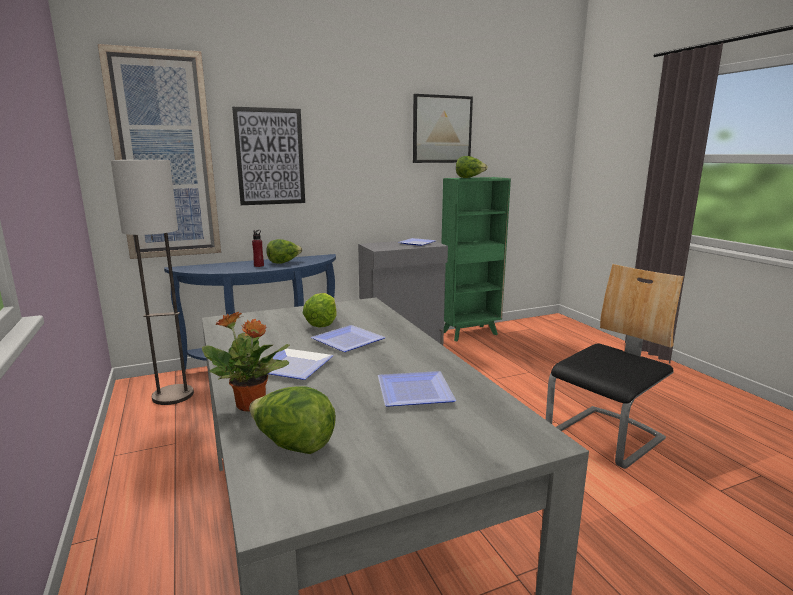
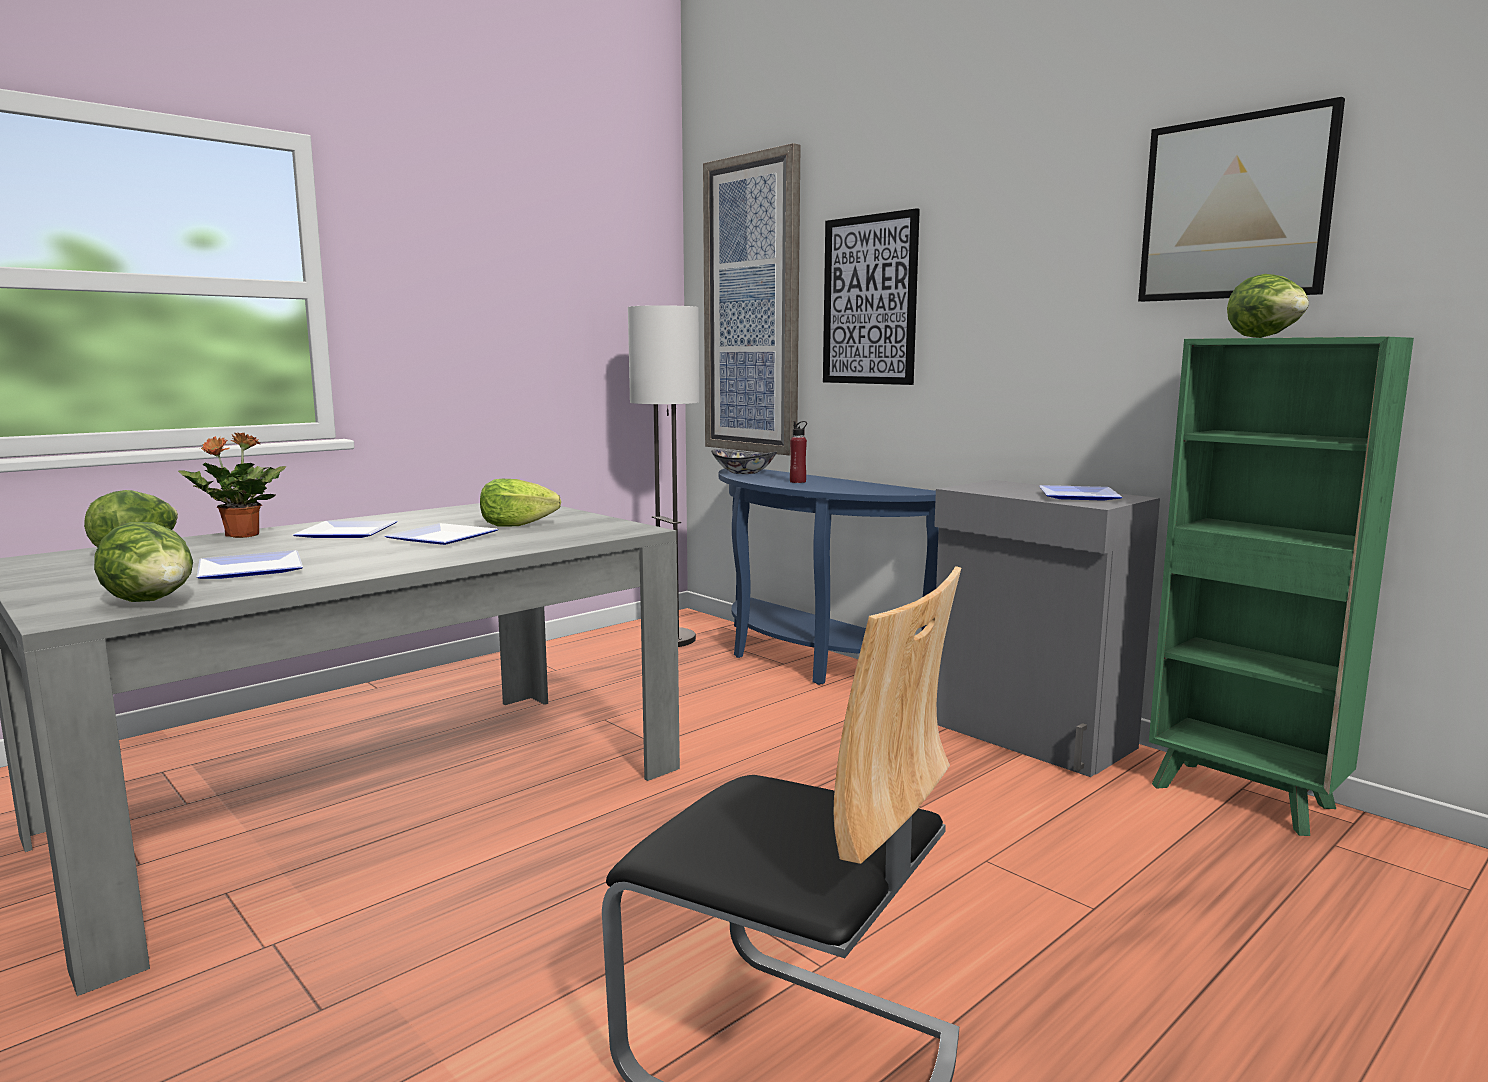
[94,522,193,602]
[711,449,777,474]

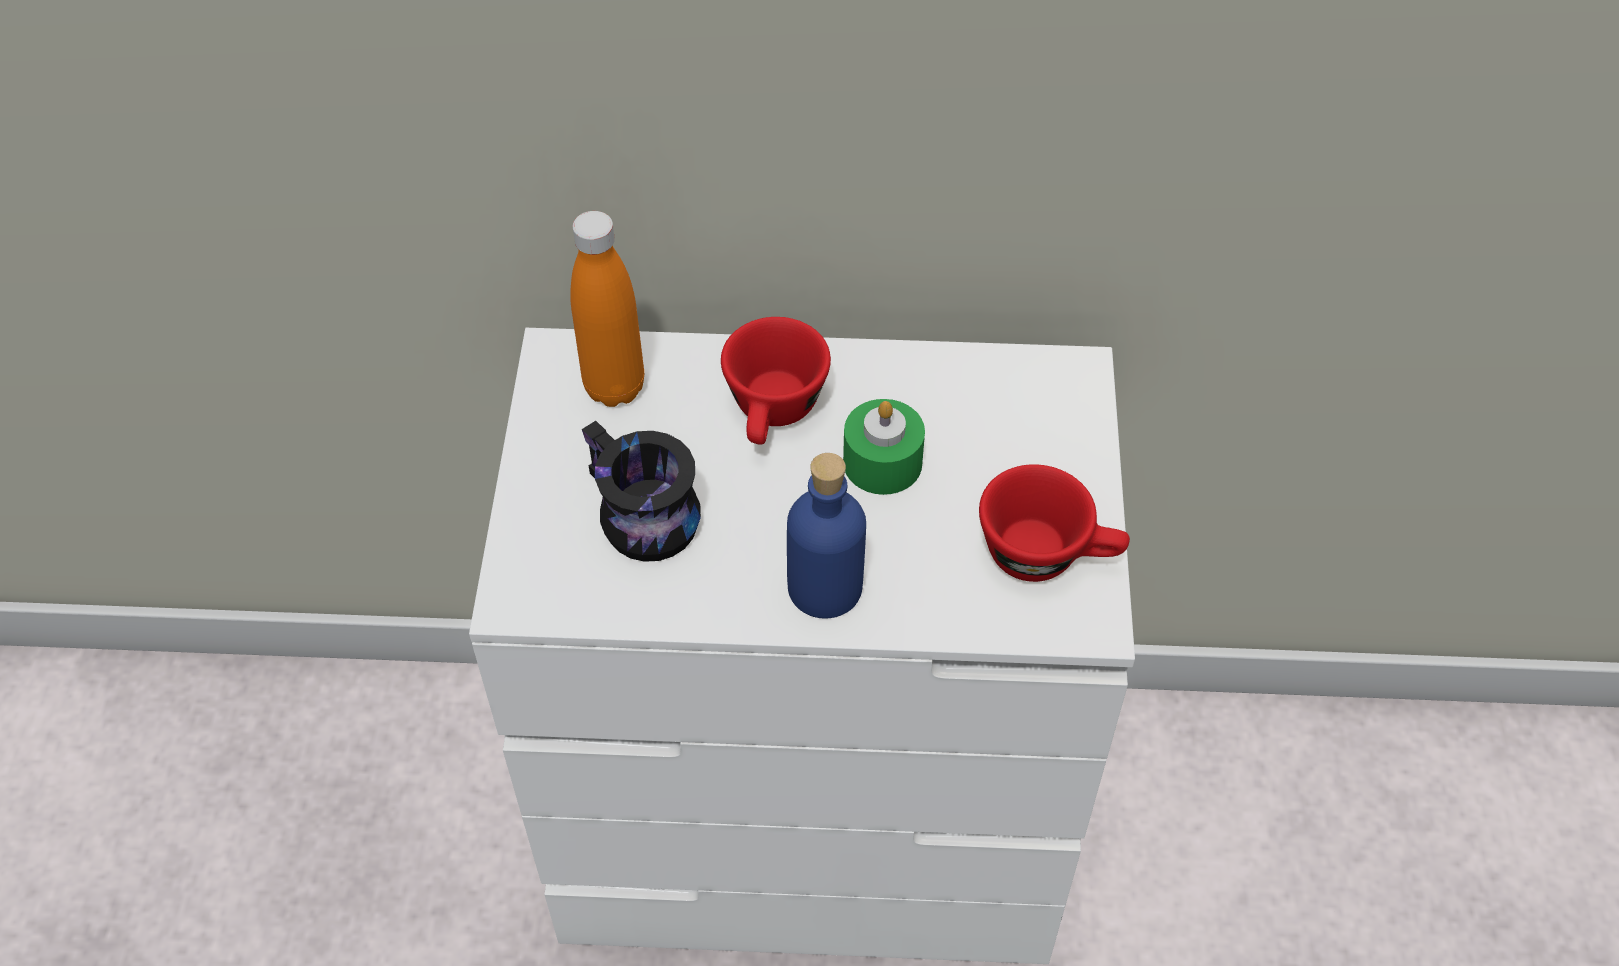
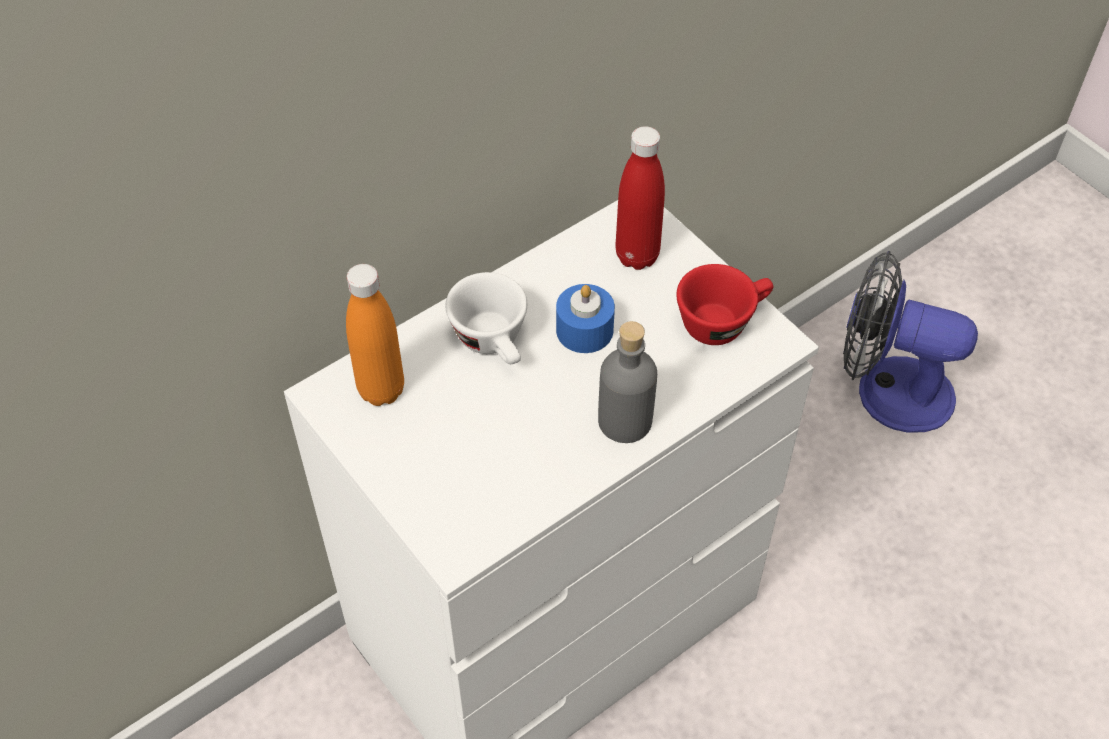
[582,421,701,562] (first image)
[445,272,527,364]
[598,321,657,443]
[556,284,615,353]
[615,126,665,270]
[843,251,978,433]

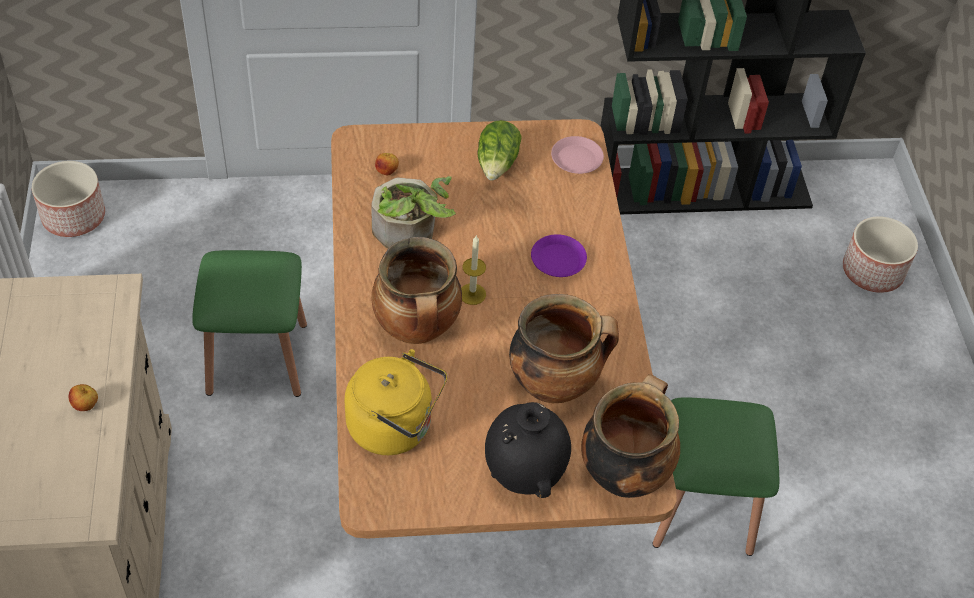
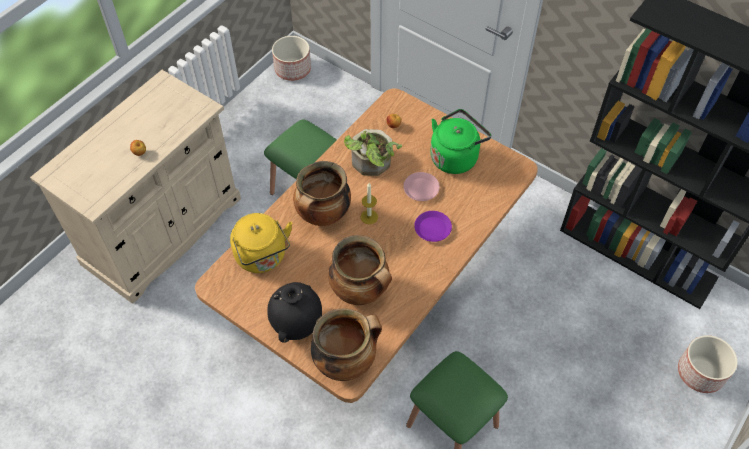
[430,109,491,174]
[403,172,440,201]

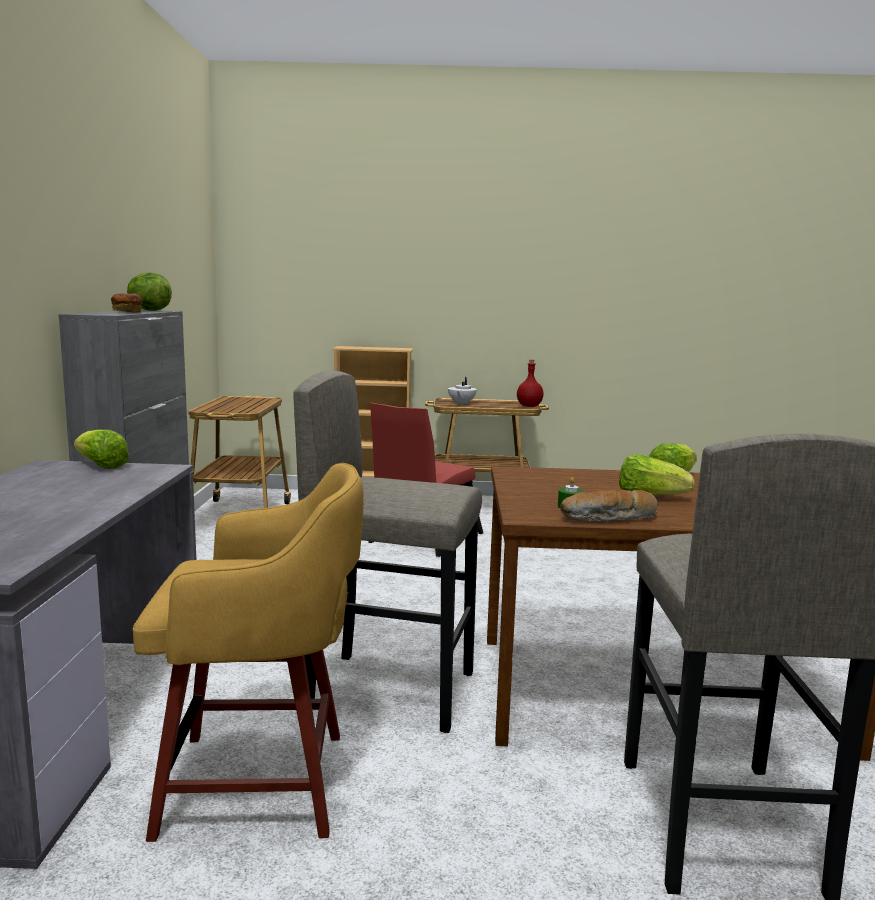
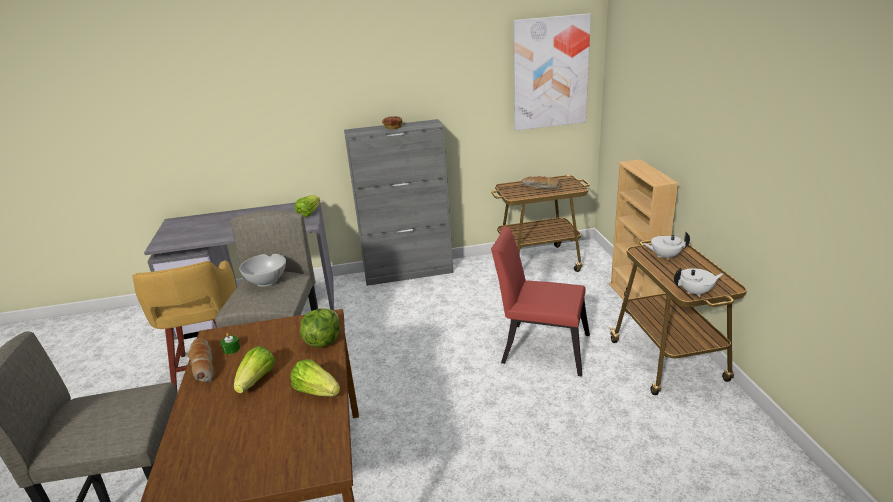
[300,309,340,347]
[674,268,723,297]
[239,254,286,287]
[513,13,591,130]
[522,176,561,189]

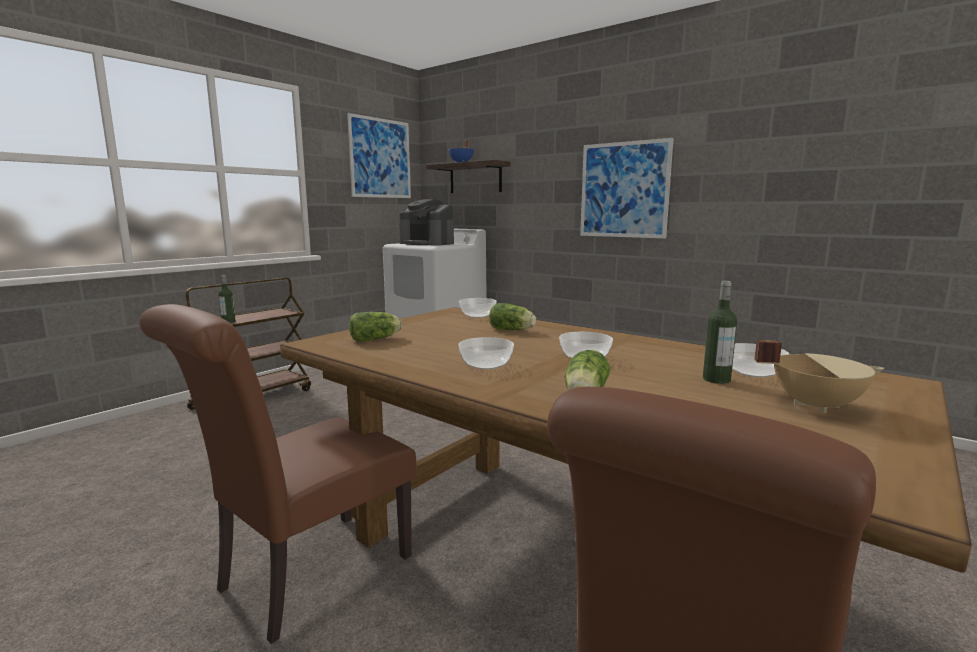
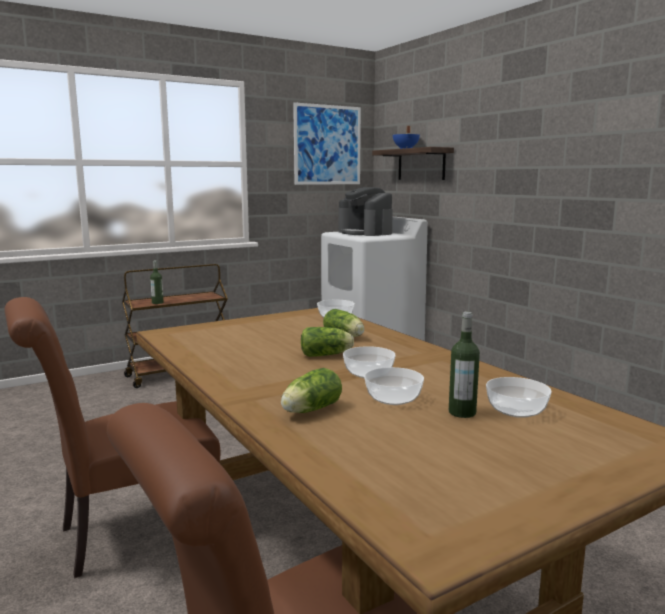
[301,327,354,357]
[364,367,424,405]
[580,138,674,238] (first image)
[754,340,884,413] (first image)

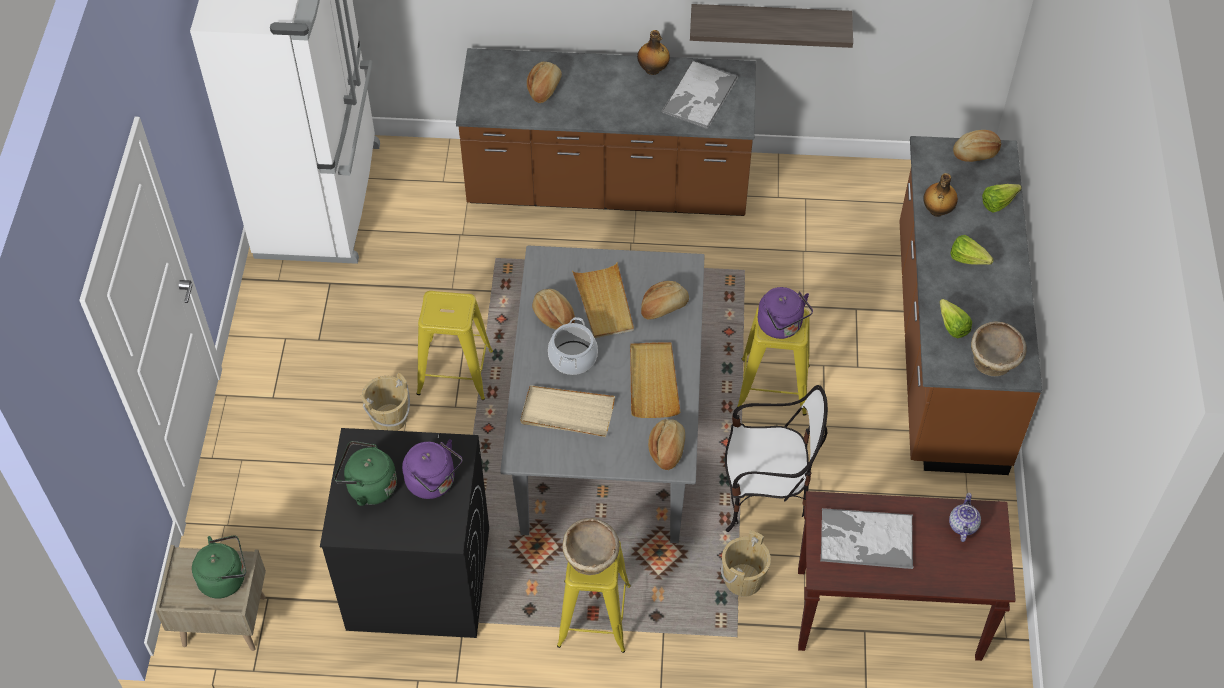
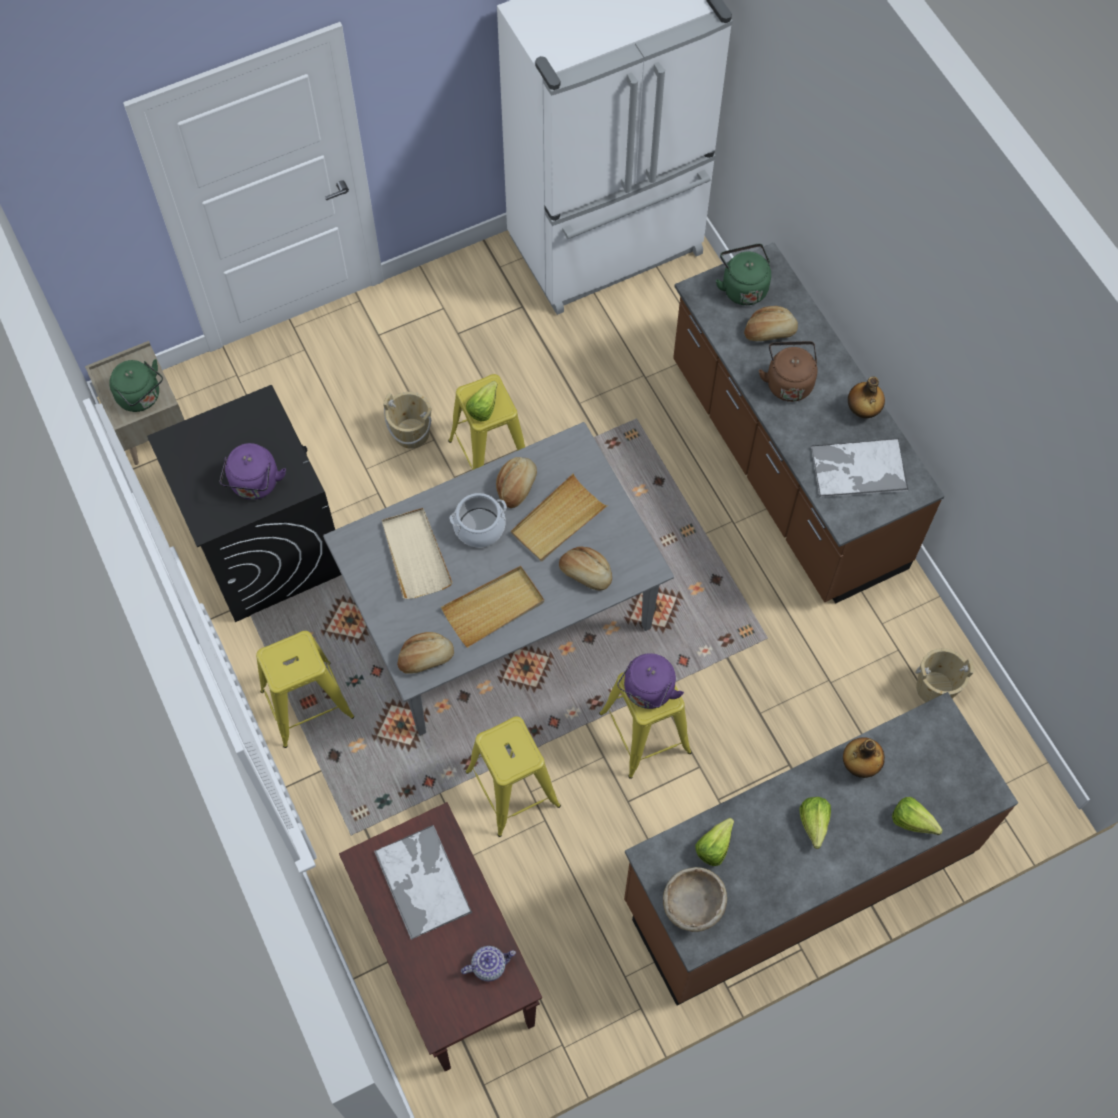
[716,244,771,305]
[562,518,620,575] (first image)
[690,4,853,48] (first image)
[915,648,974,702]
[466,717,561,837]
[953,130,1001,162] (first image)
[466,381,498,421]
[759,341,817,402]

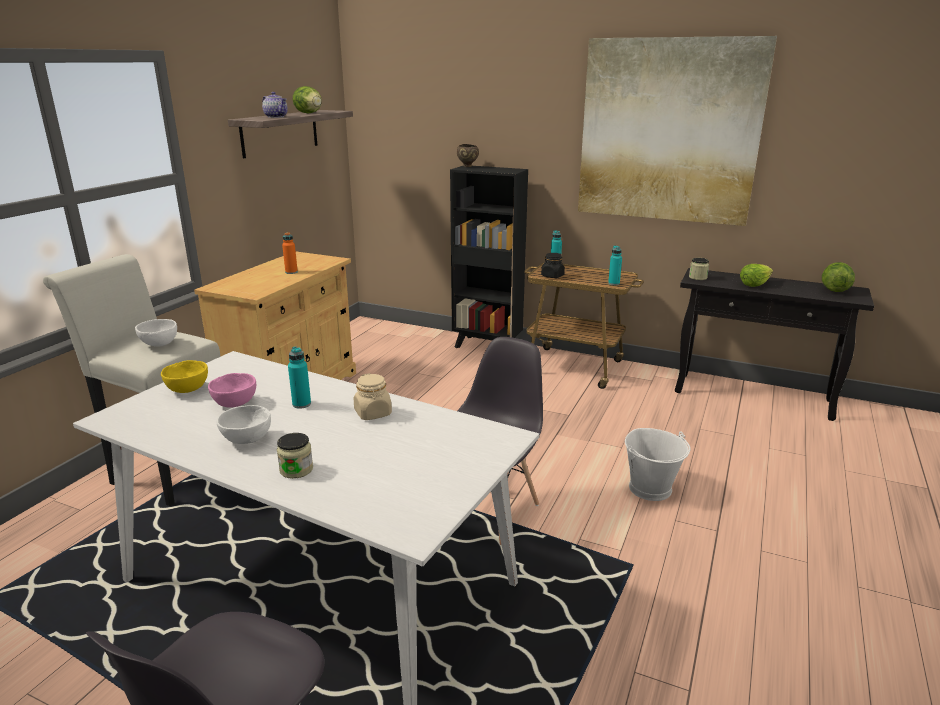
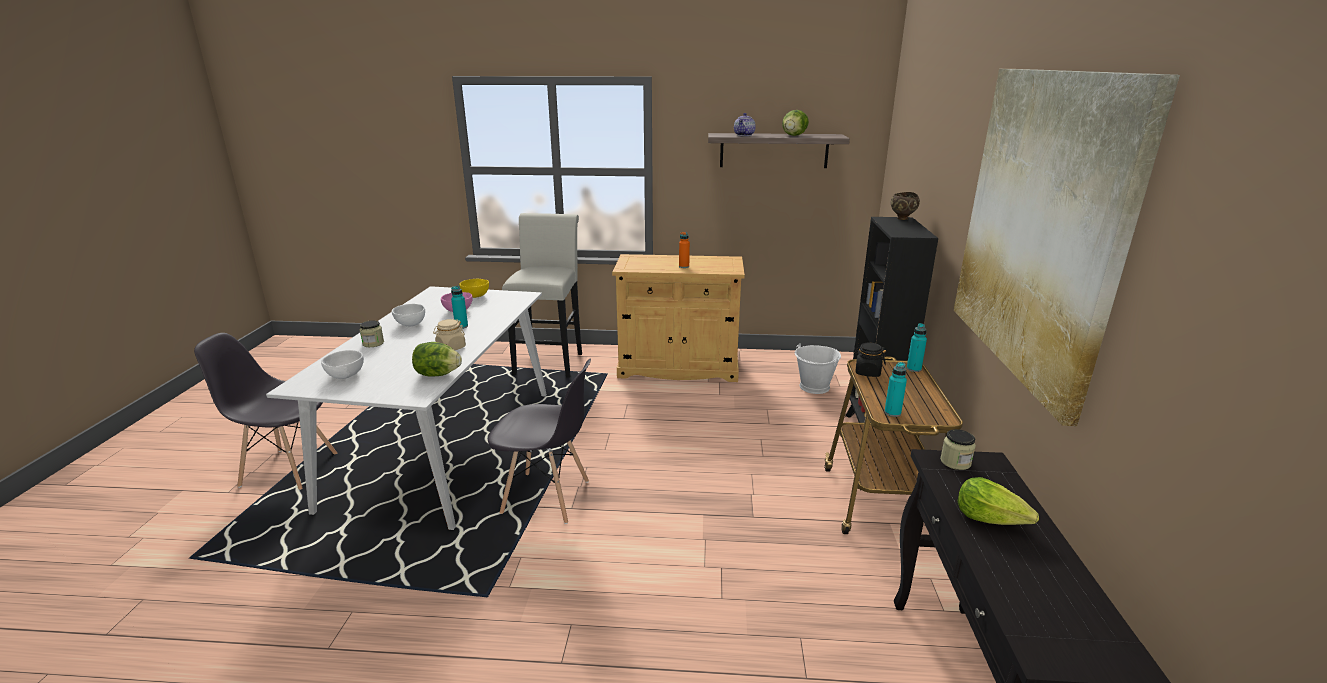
[321,350,364,379]
[795,343,841,394]
[412,342,462,377]

